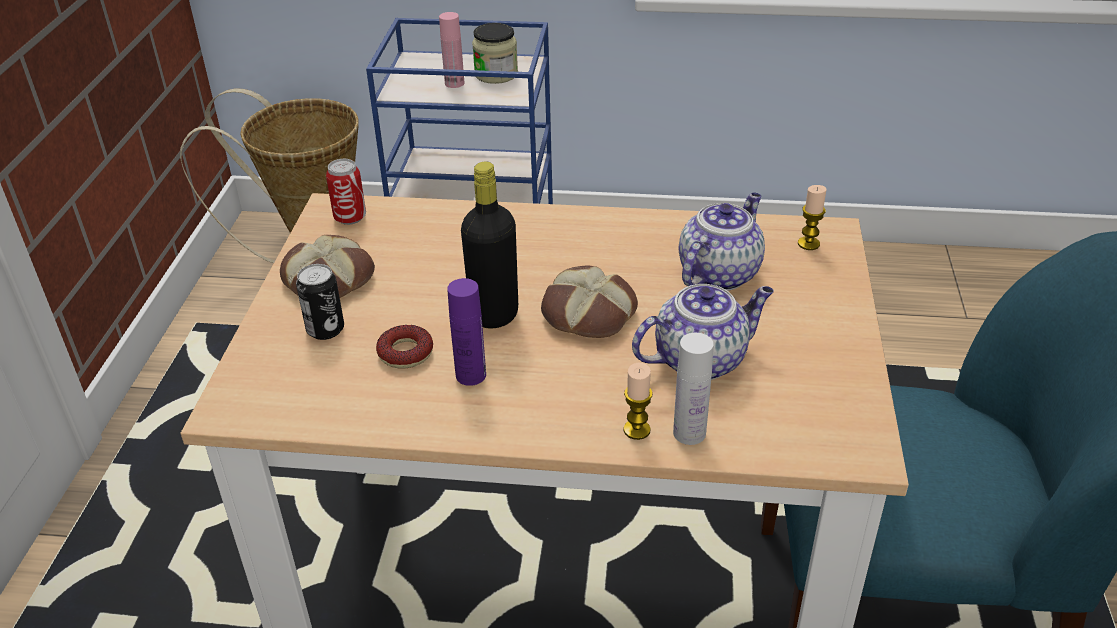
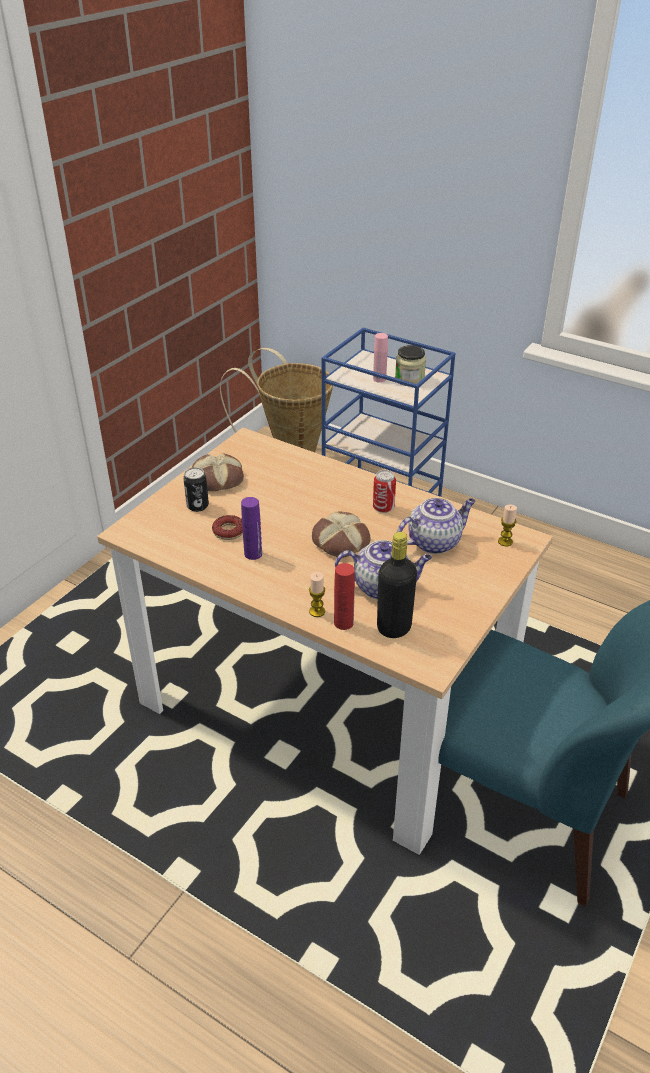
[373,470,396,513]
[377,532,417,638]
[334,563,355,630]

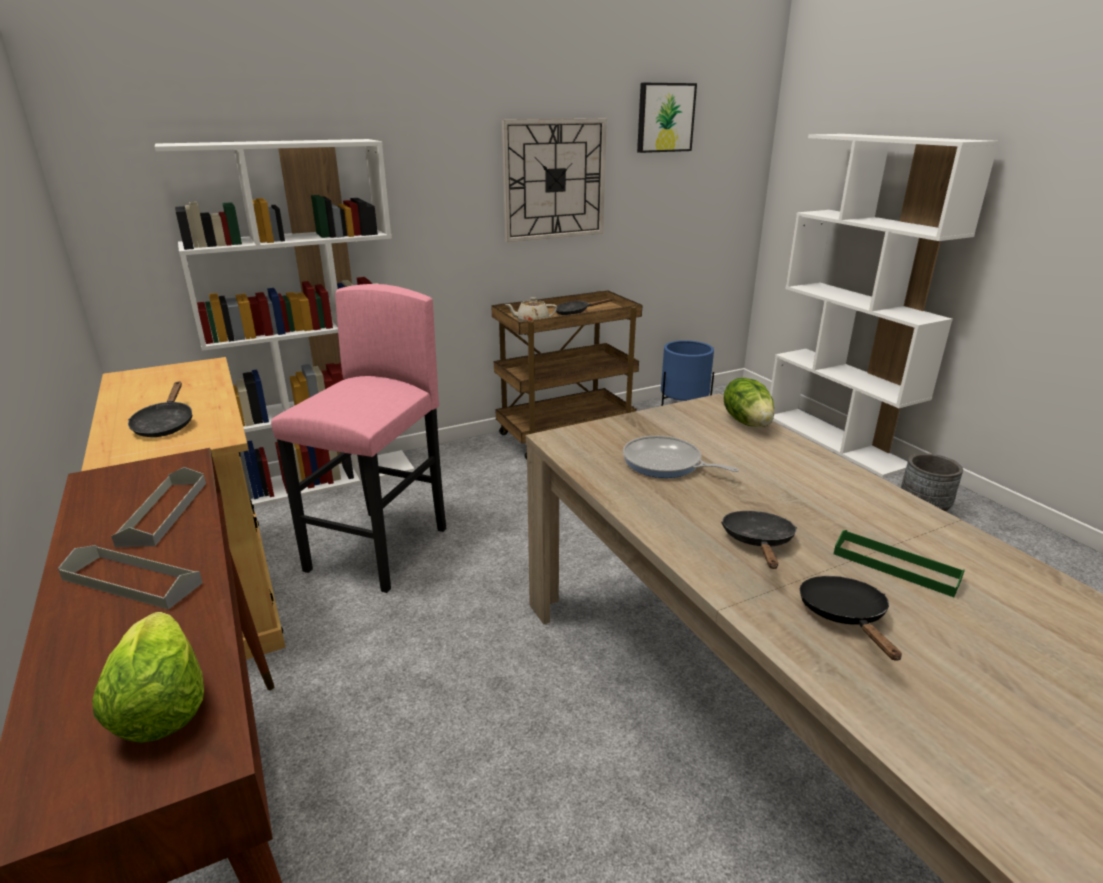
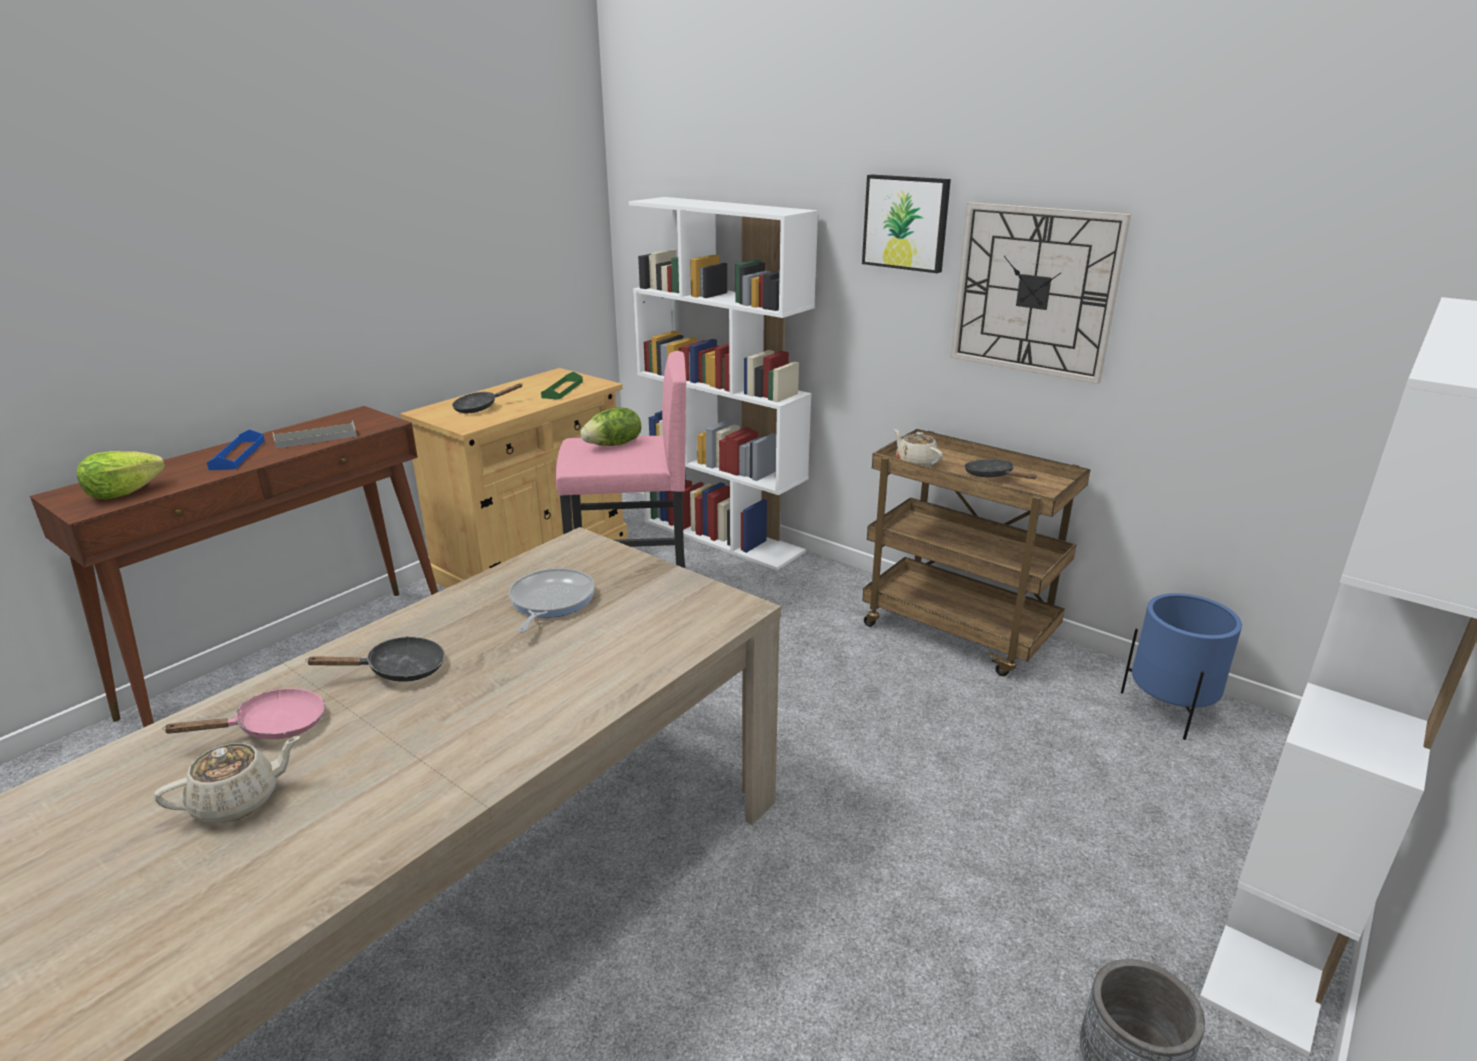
[207,429,265,470]
[862,175,951,273]
[580,407,641,446]
[162,688,325,739]
[541,372,583,400]
[154,736,300,823]

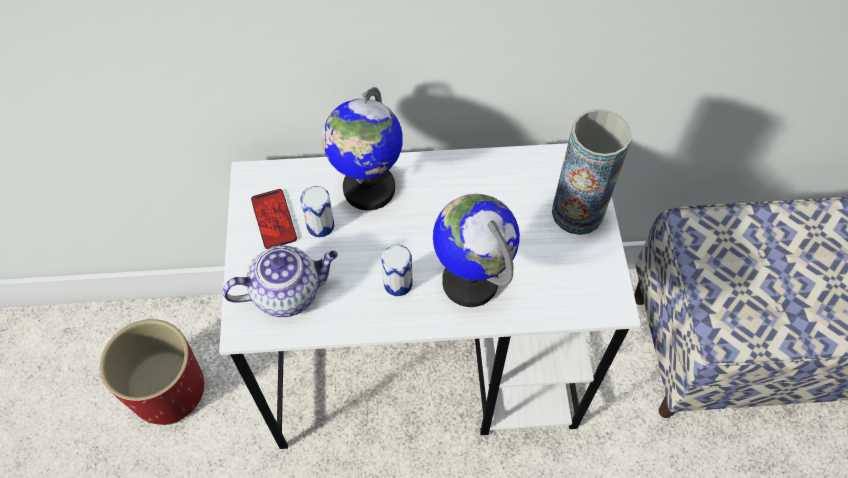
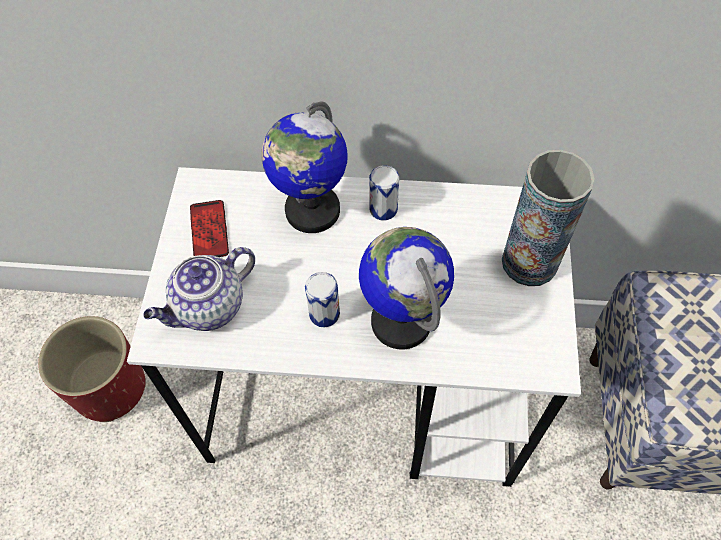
[143,247,255,331]
[369,165,399,220]

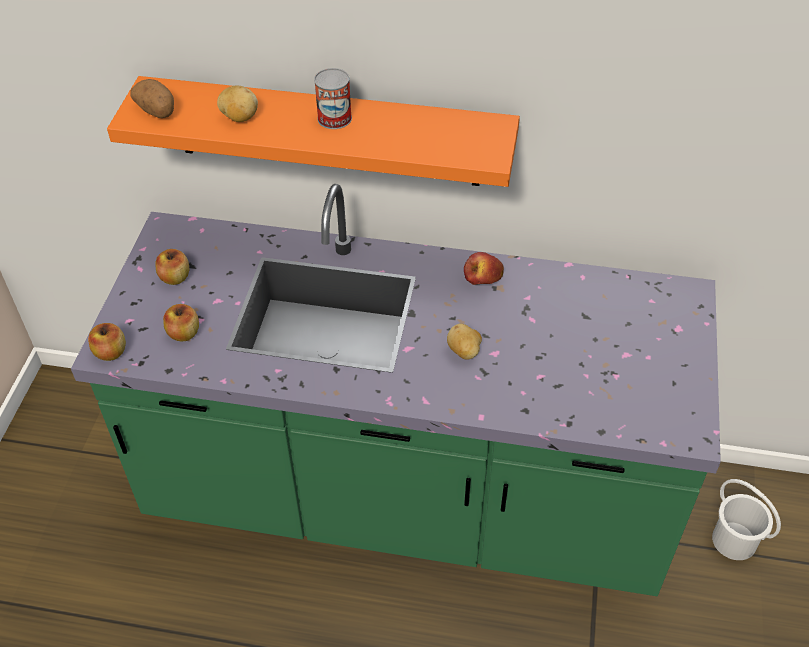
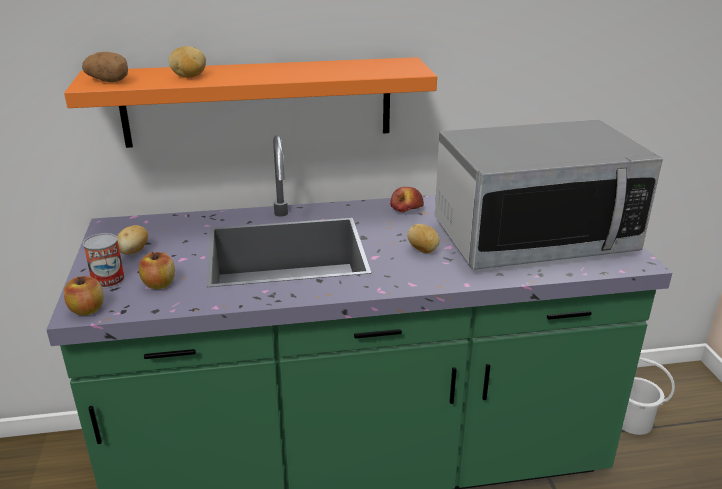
[117,225,148,255]
[83,233,125,288]
[435,119,663,269]

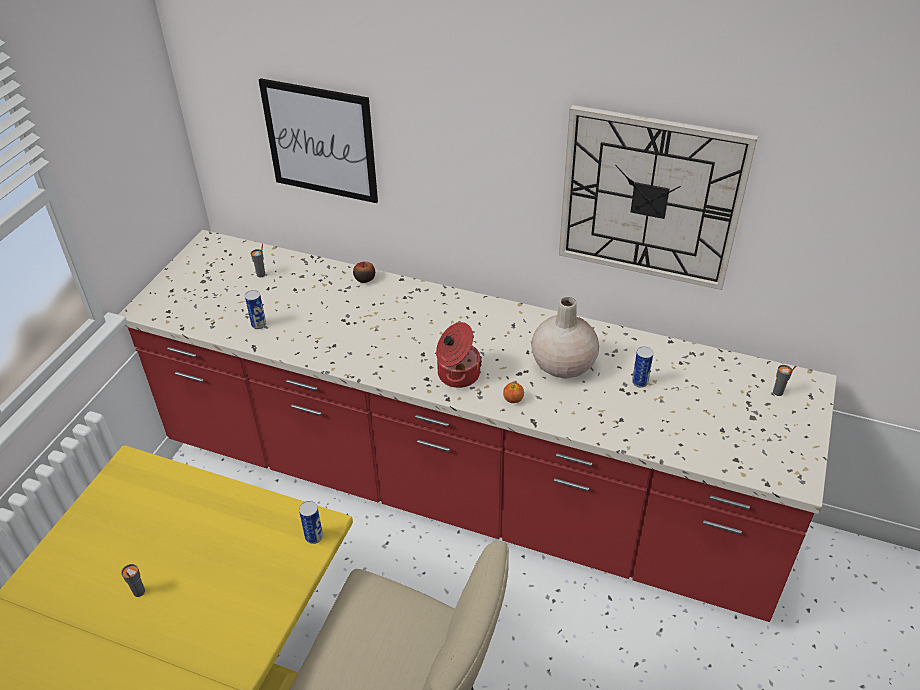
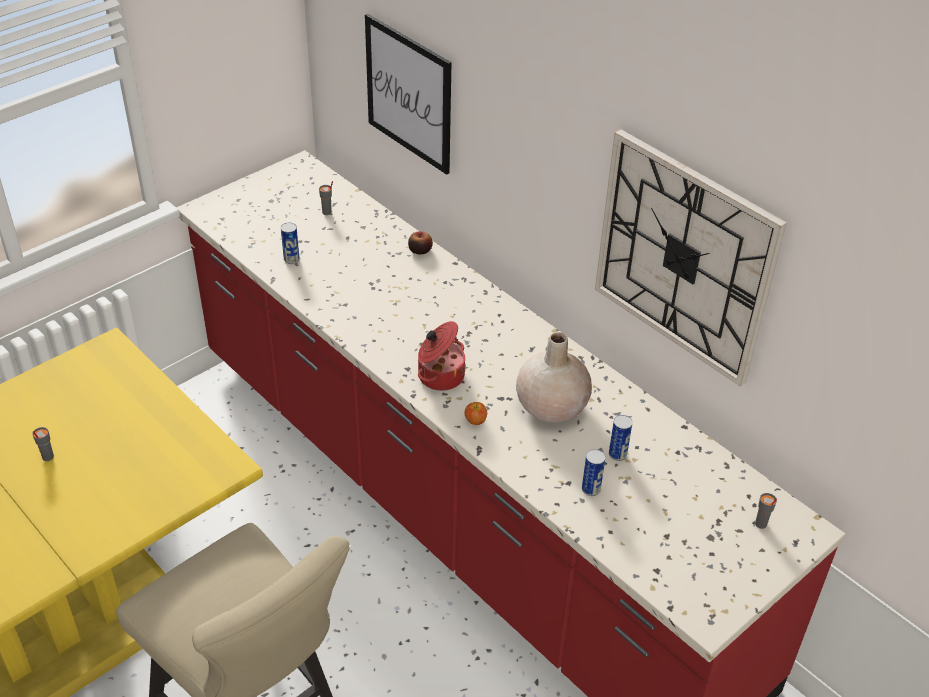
[582,449,606,496]

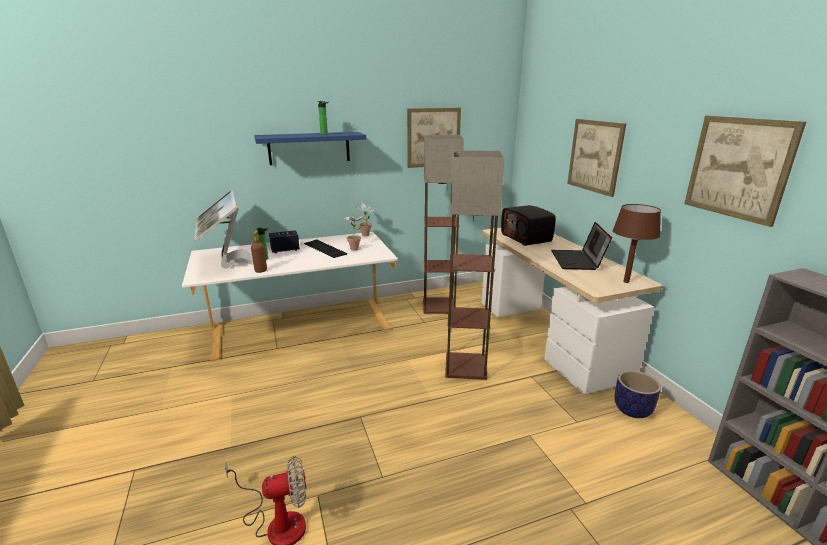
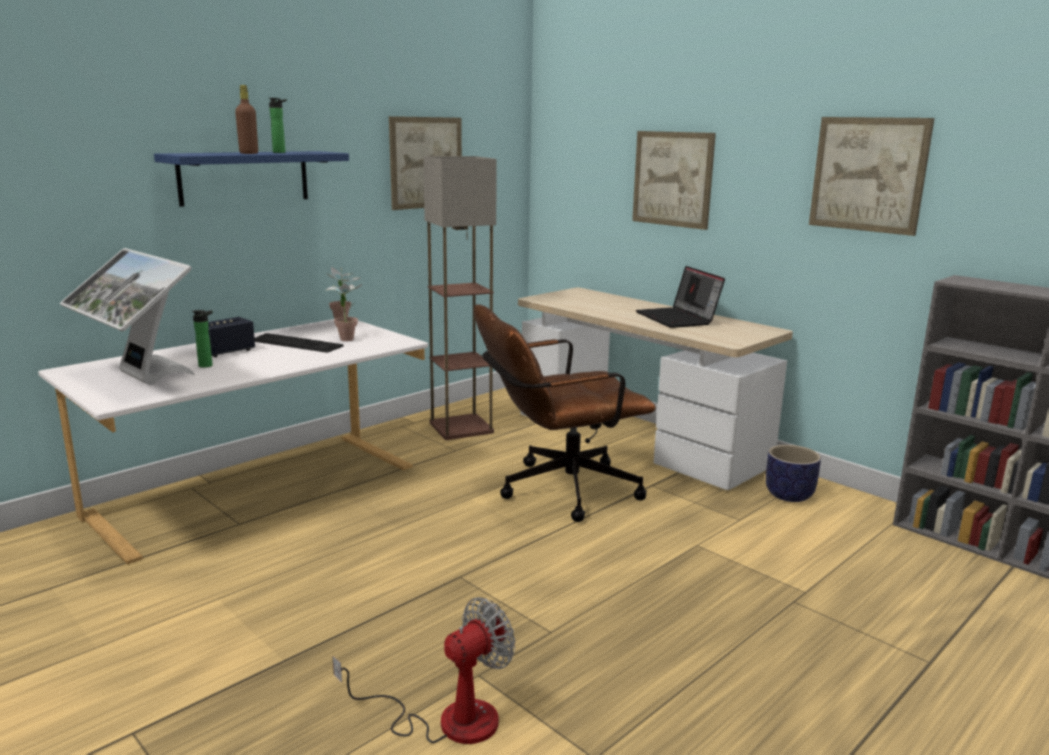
[235,85,258,154]
[473,304,656,522]
[501,205,555,246] (first image)
[613,204,661,283] (first image)

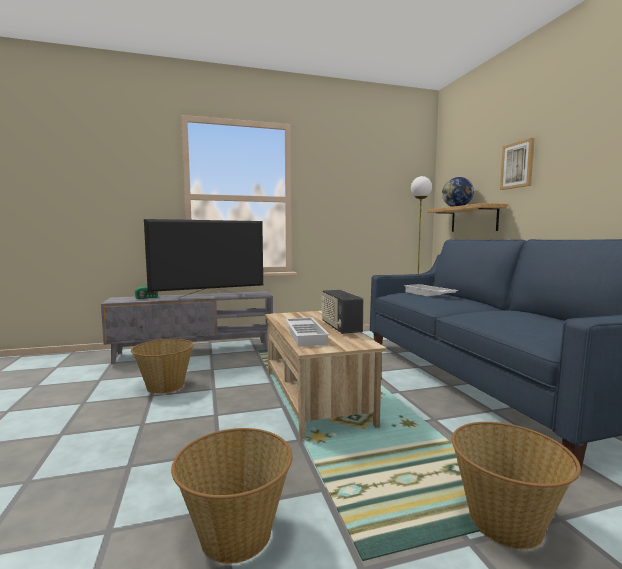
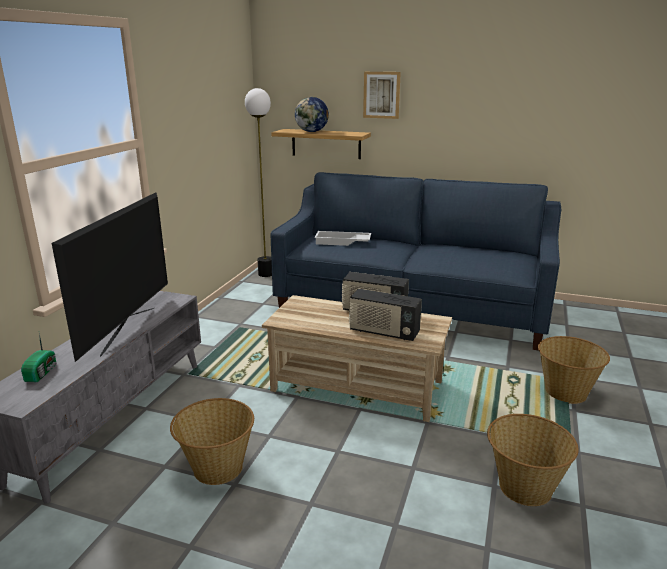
[349,289,422,341]

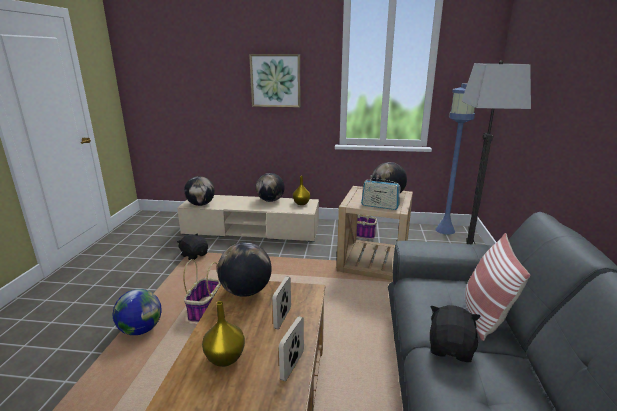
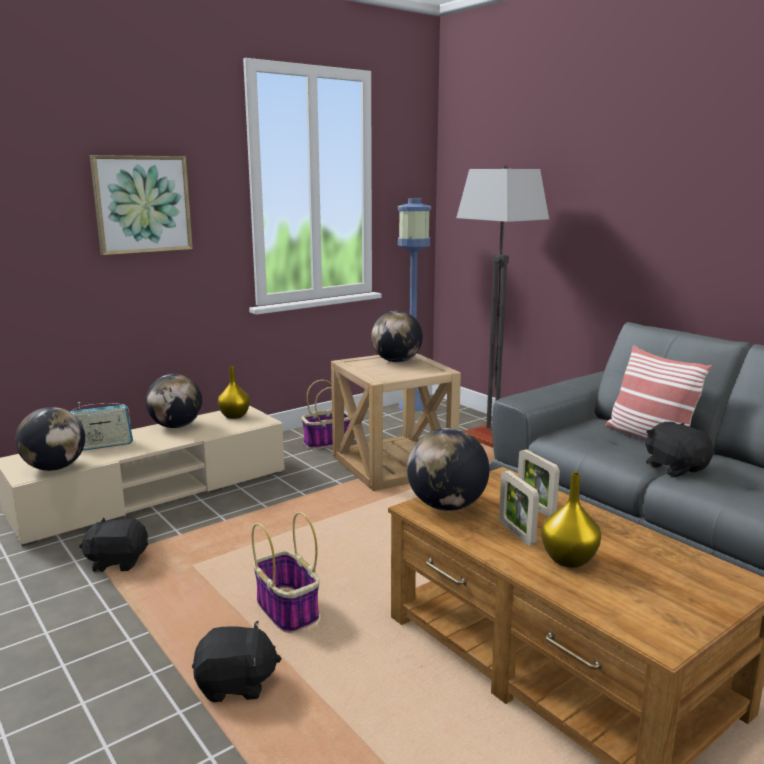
[192,621,282,702]
[499,470,539,546]
[70,402,133,451]

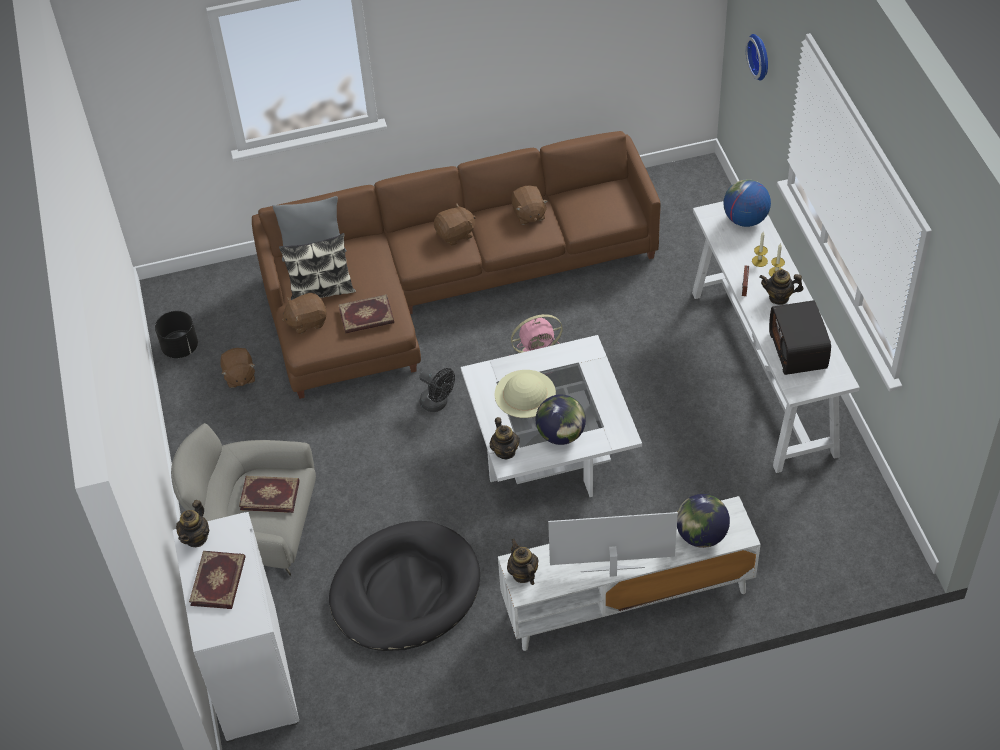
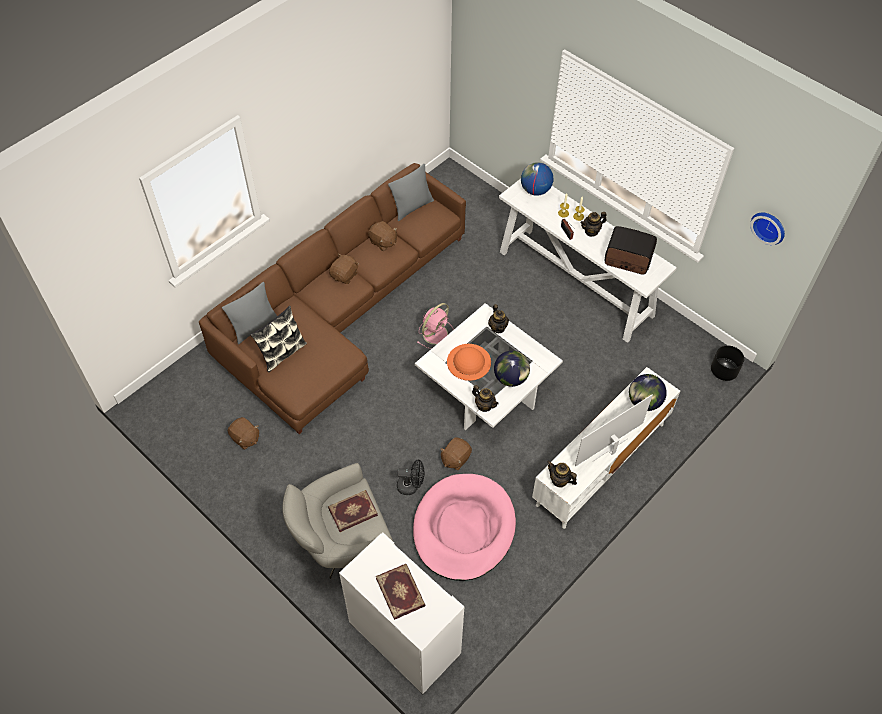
[711,346,744,381]
[488,304,509,333]
[440,437,472,470]
[413,474,516,581]
[338,294,394,334] (first image)
[397,460,425,495]
[447,344,491,381]
[750,212,785,245]
[605,226,657,275]
[388,164,434,221]

